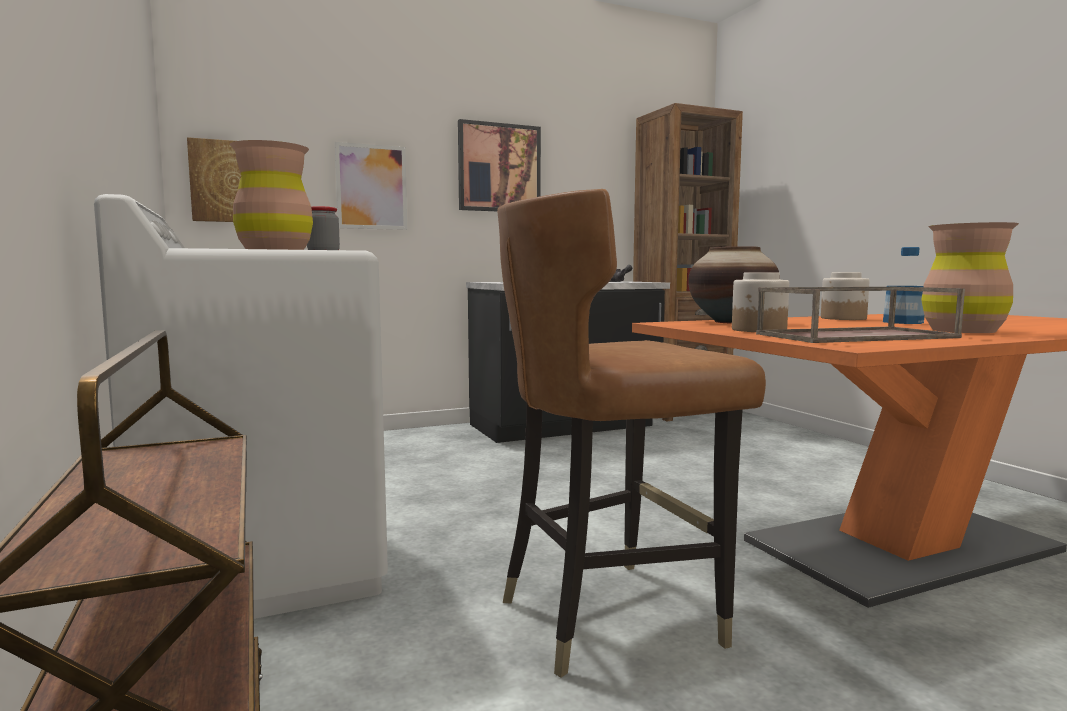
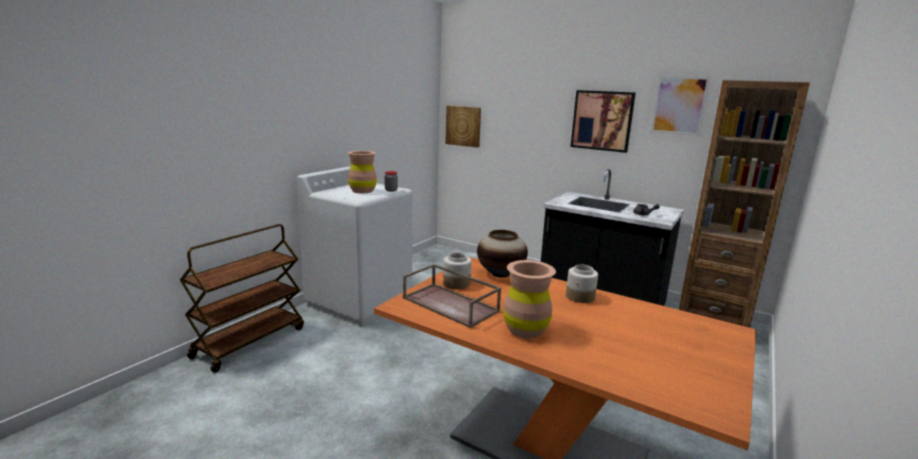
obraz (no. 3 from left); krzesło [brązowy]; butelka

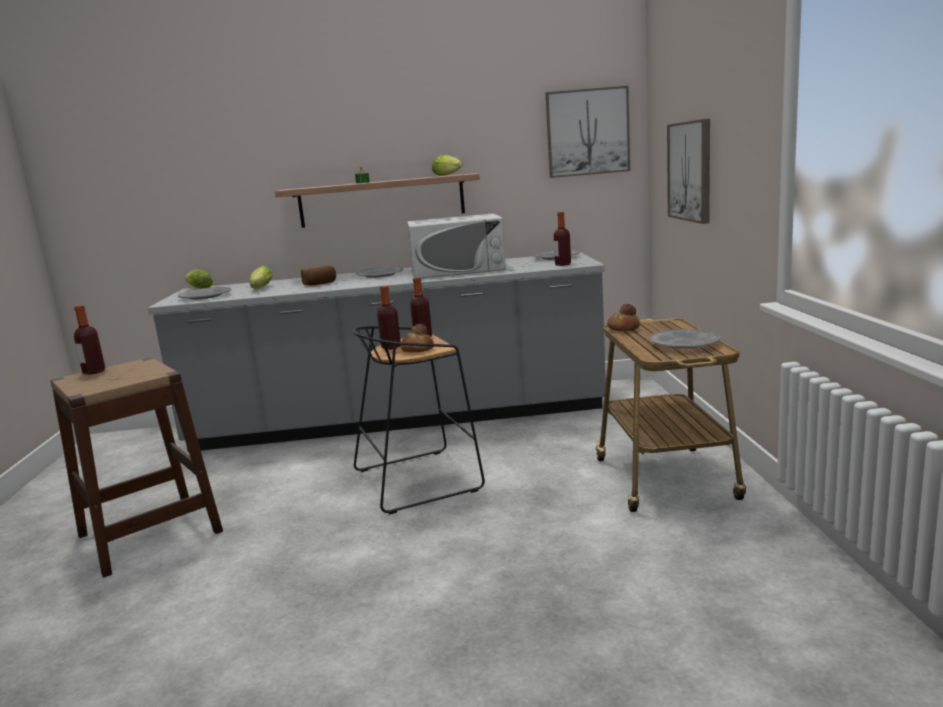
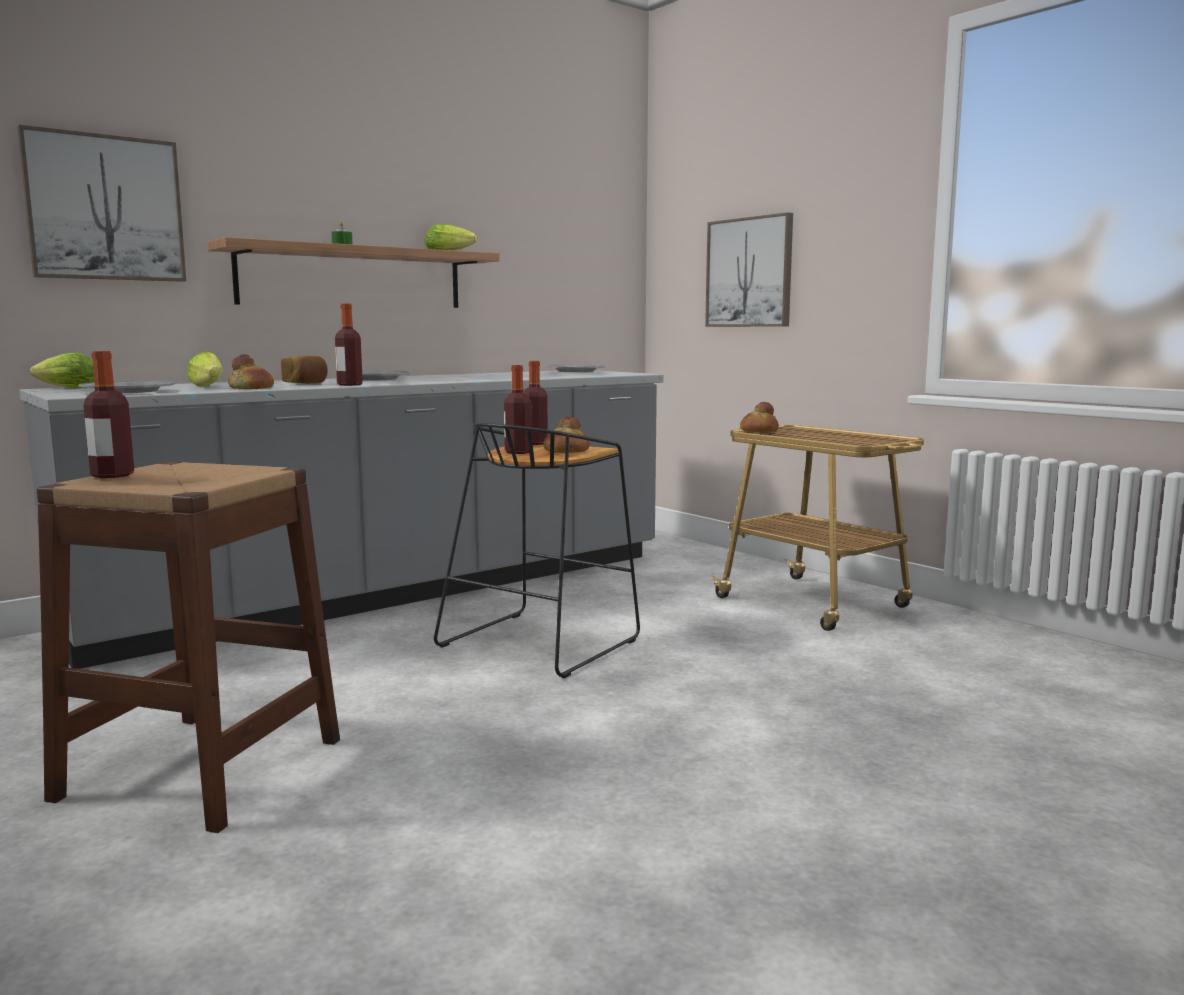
obraz (no. 1 from left); chleb (no. 1 from left); butelka (no. 2 from left); mikrofalówka [biały]; talerz [szary] (no. 4 from left in the first image)

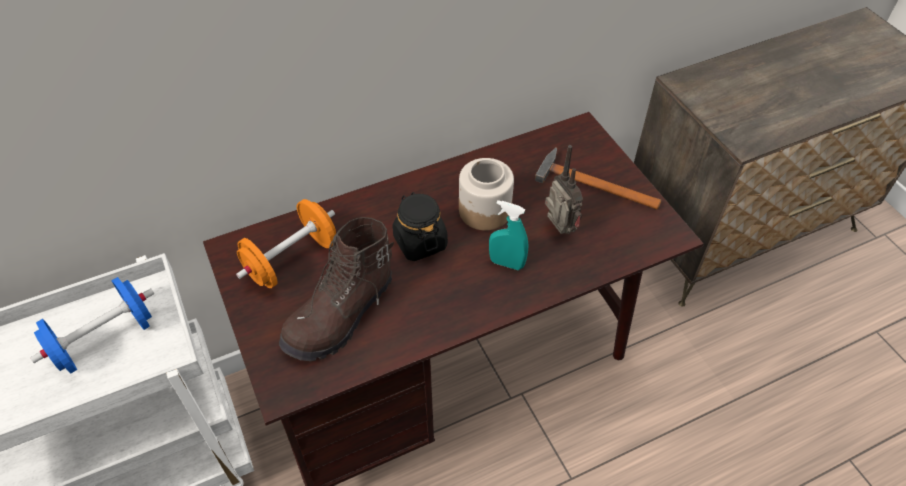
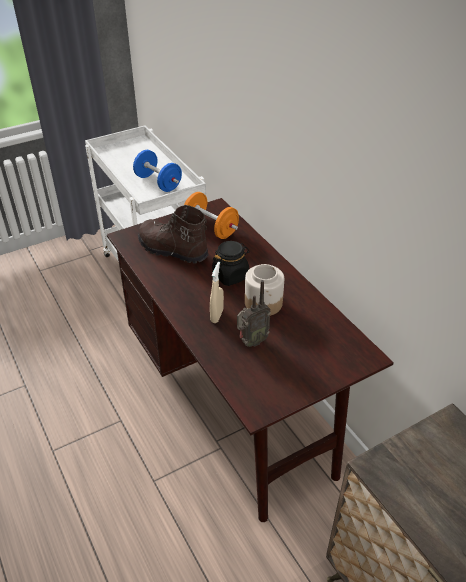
spryskiwacz [beżowy]; młotek

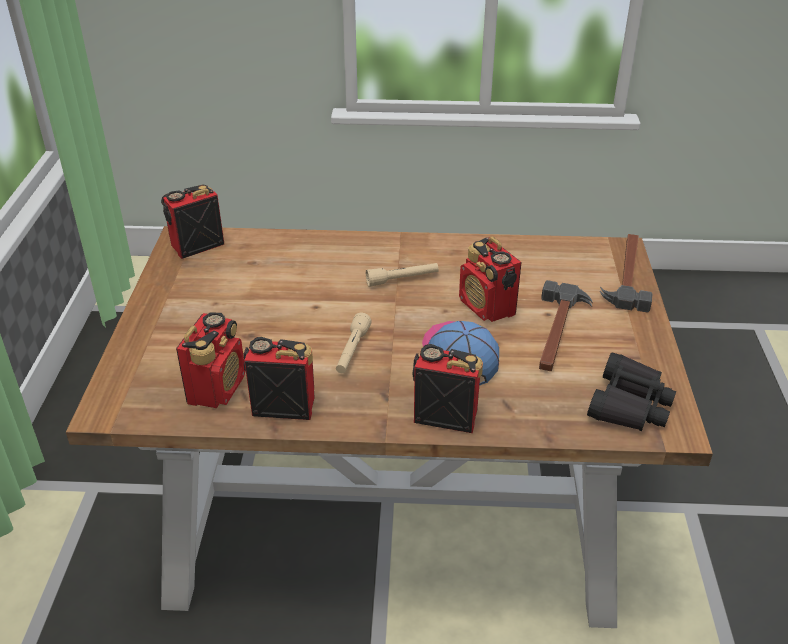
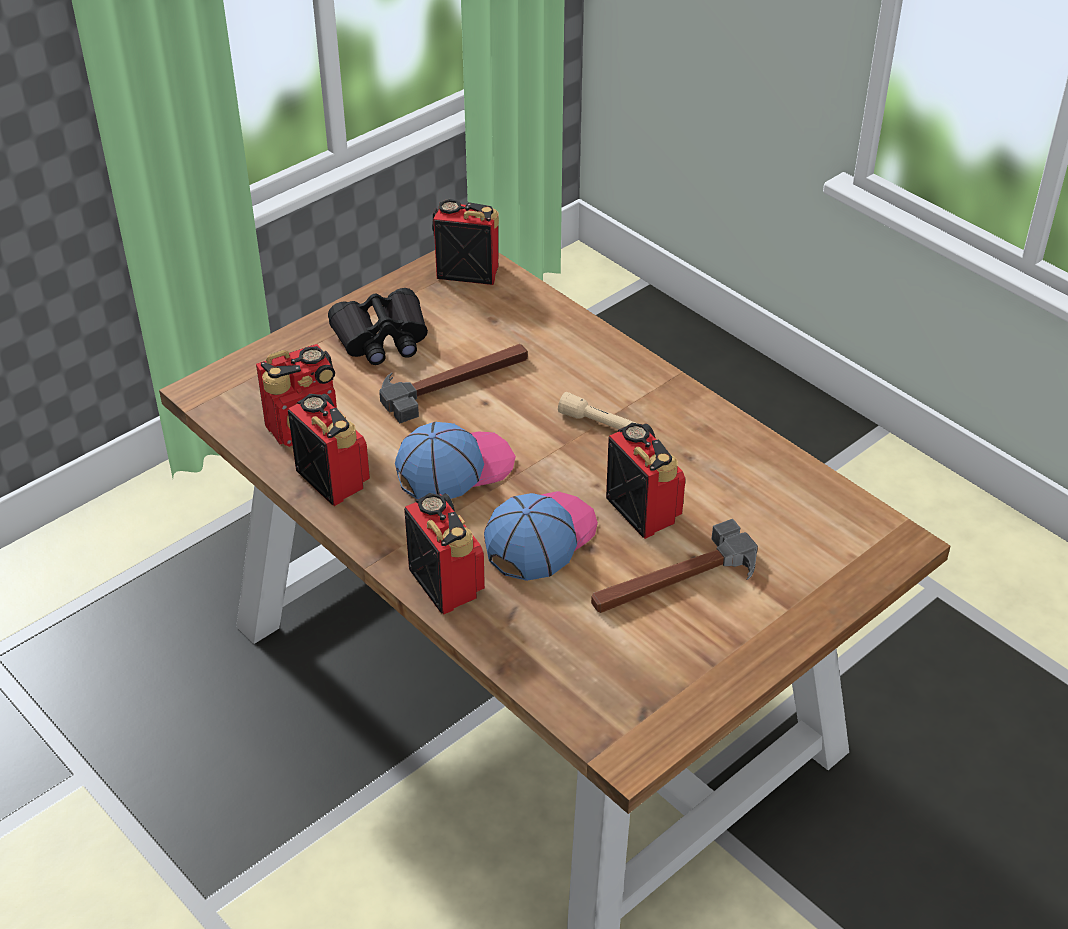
lornetka [czarny]; młotek (no. 1 from left); czapka z daszkiem (no. 1 from left); radio (no. 5 from left)

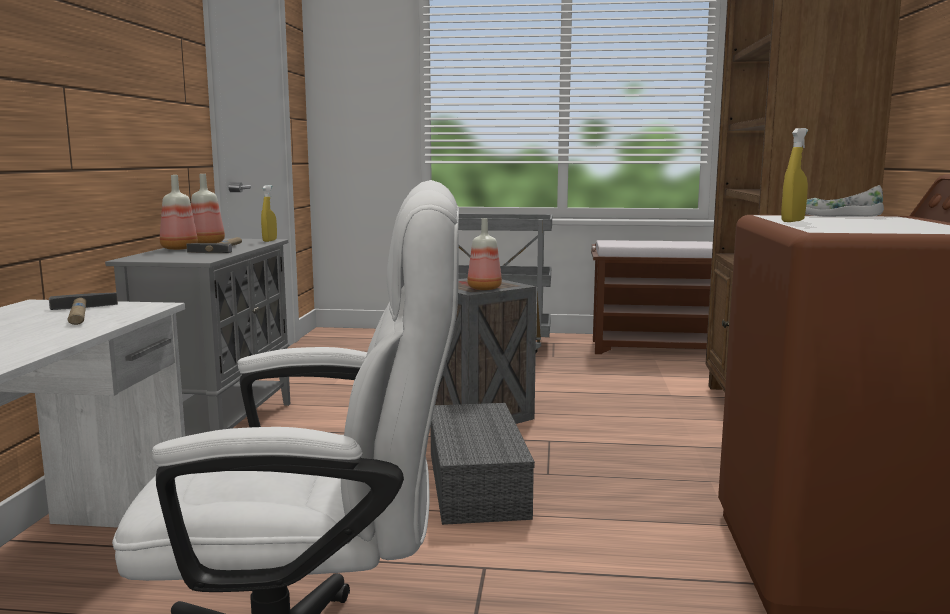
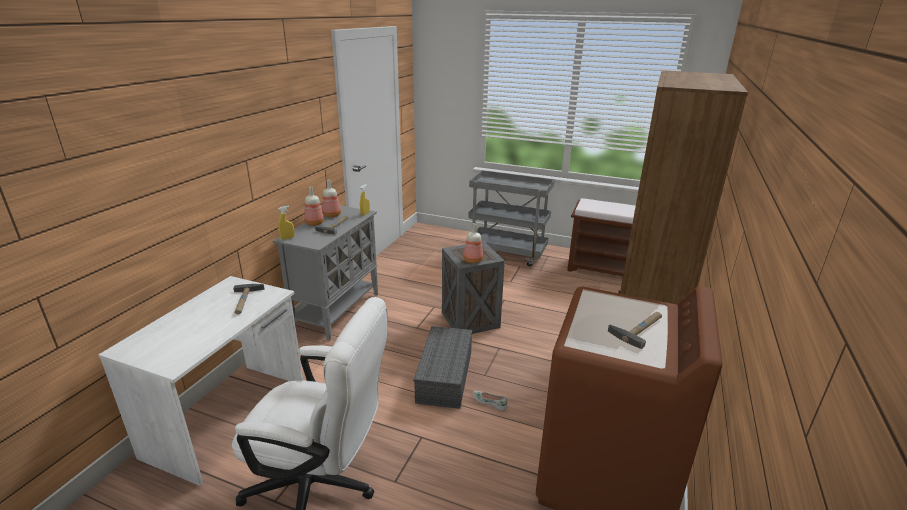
spryskiwacz [żółty] (no. 1 from left); but [biały]; młotek (no. 3 from left)

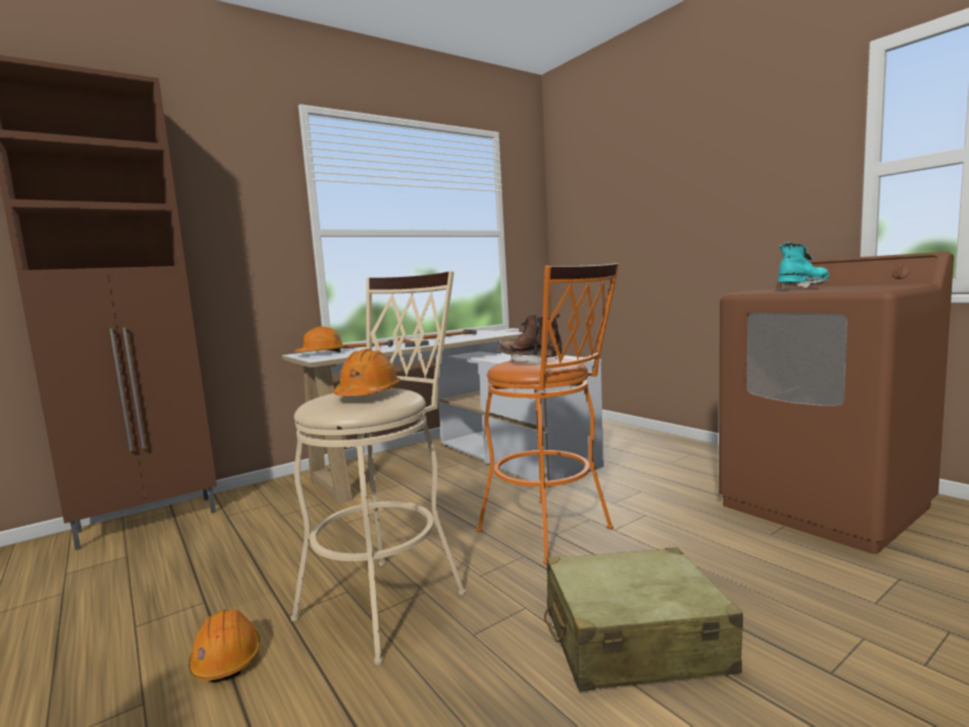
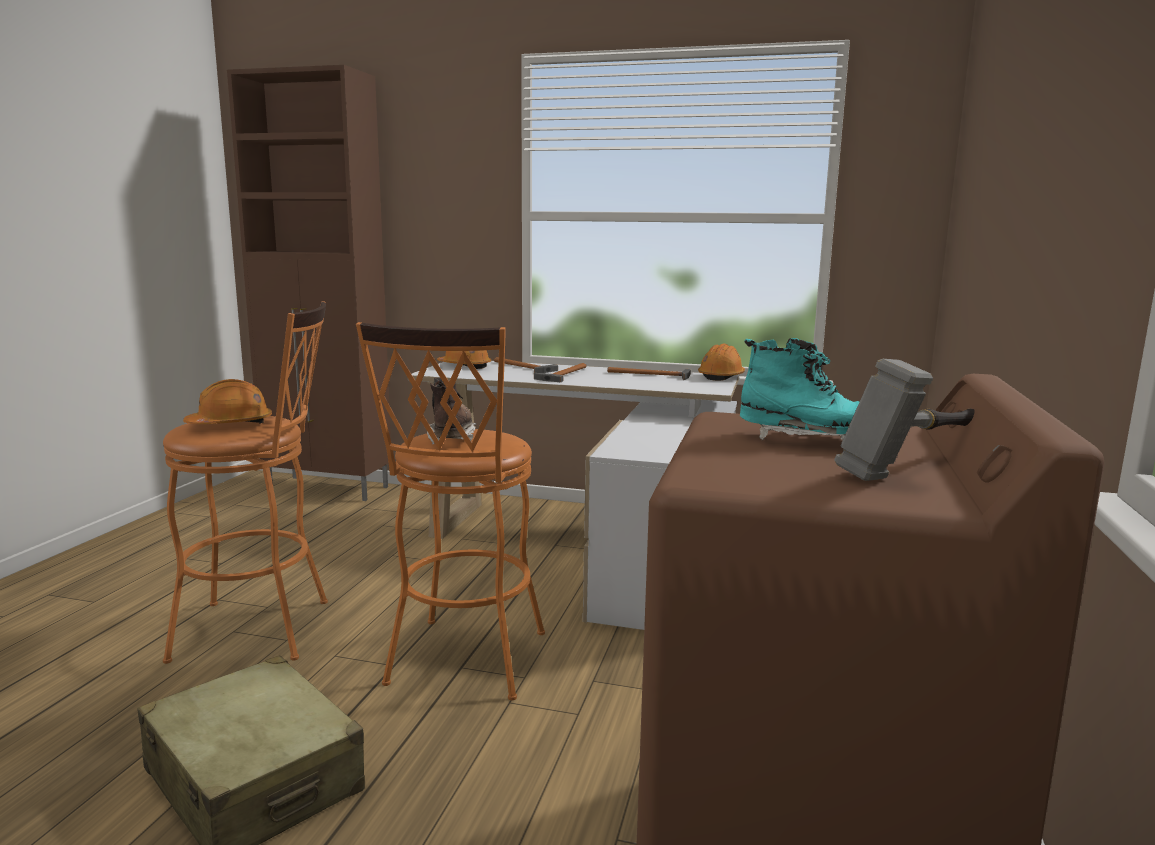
stołek [pomarańczowy] (no. 1 from left); kask [pomarańczowy] (no. 3 from left); młotek (no. 4 from left)

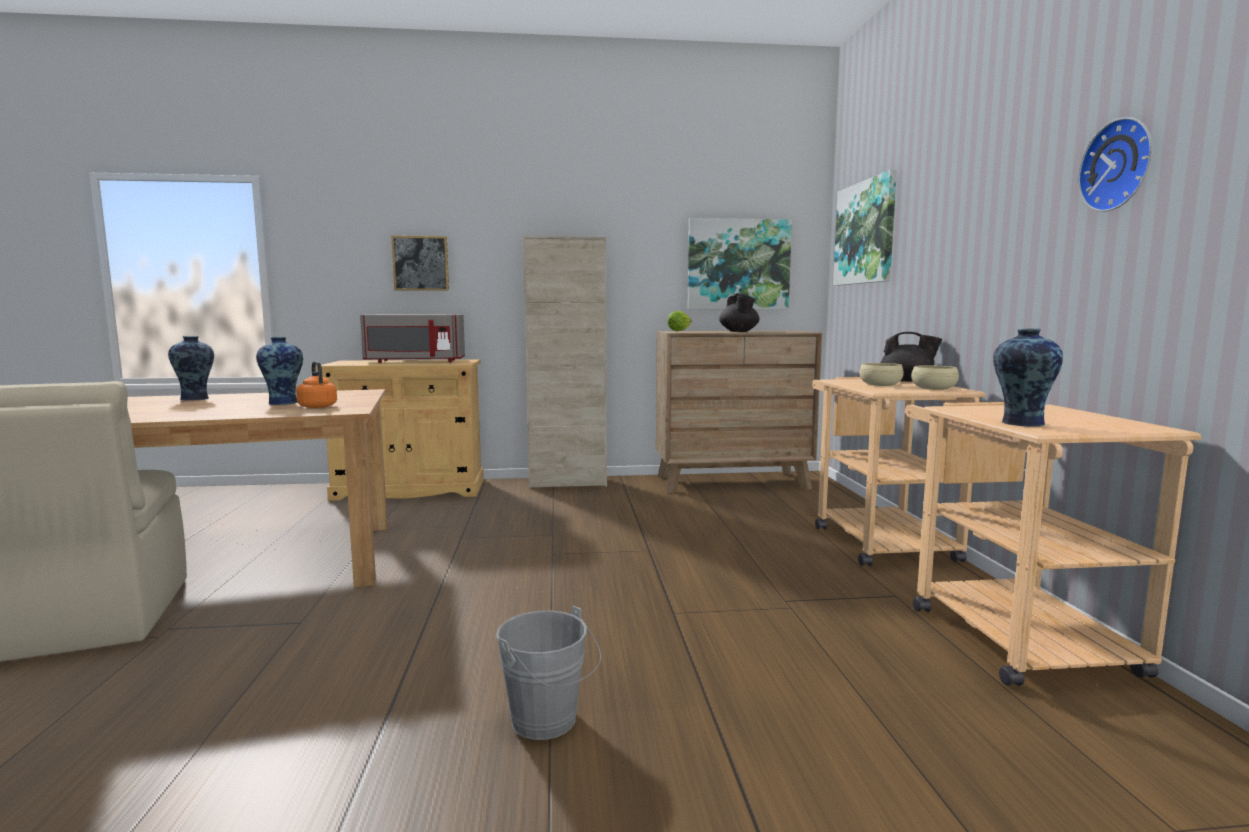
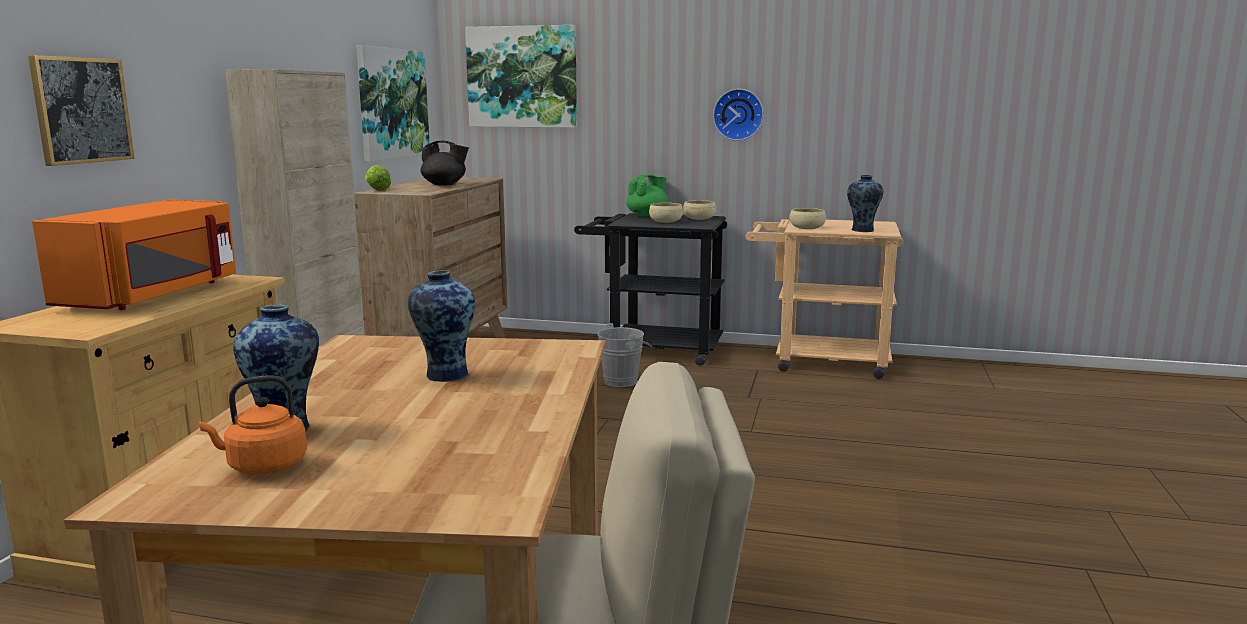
mikrofalówka [pomarańczowy]; czajnik [pomarańczowy]; wózek [czarny]; wiadro [szary]; imbryk [zielony]; zegar ścienny; miska [beżowy] (no. 3 from left)

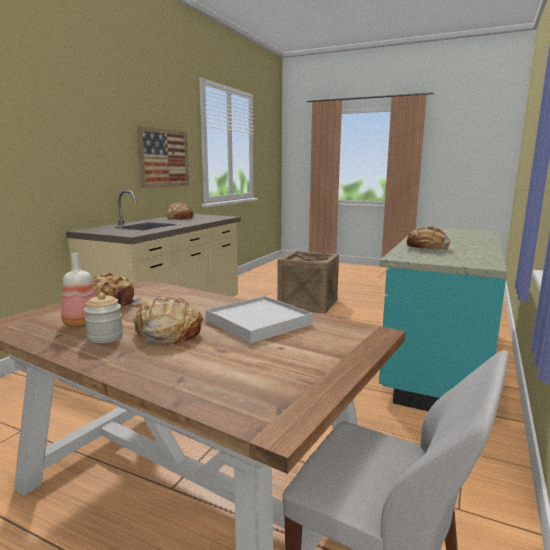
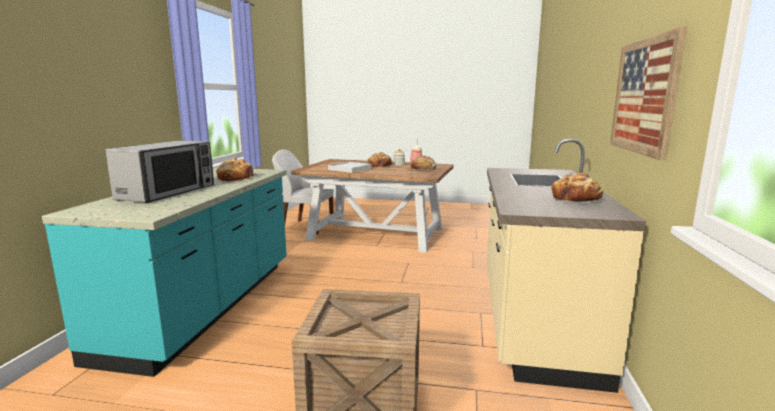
mikrofalówka

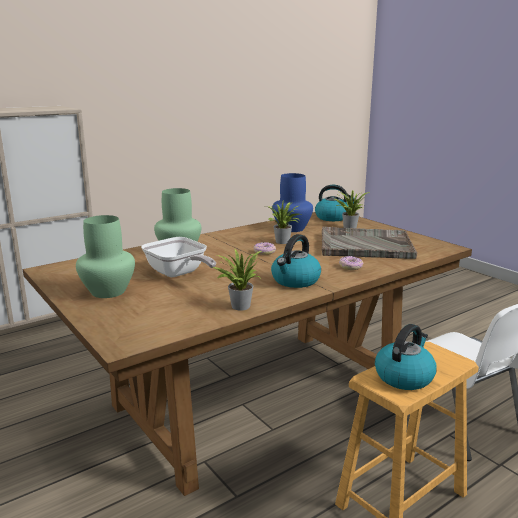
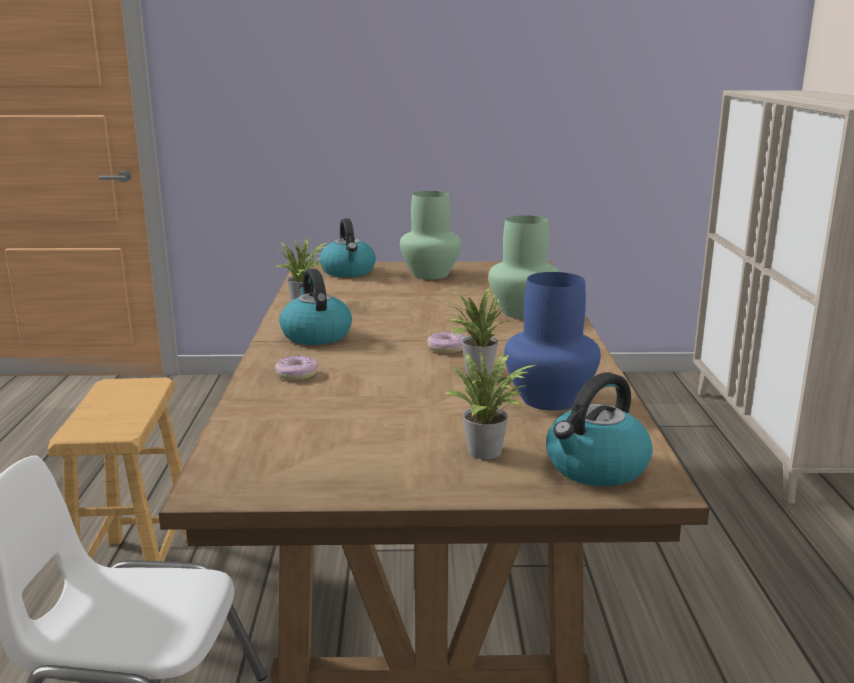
czajnik (no. 2 from left); patelnia; taca [szary]

